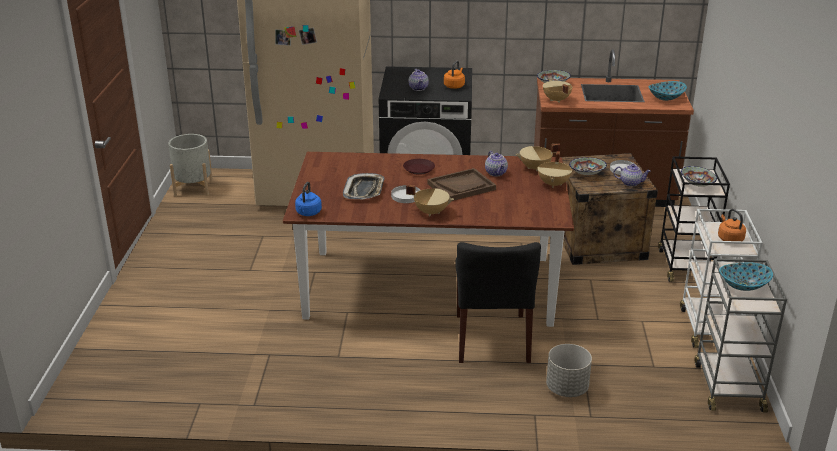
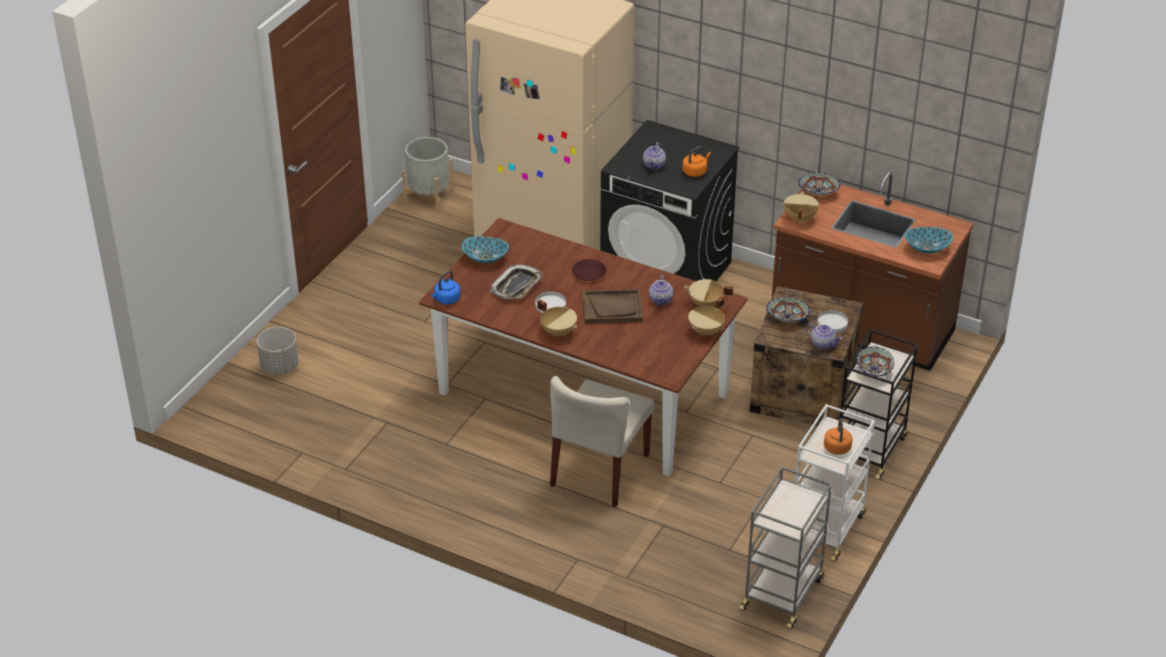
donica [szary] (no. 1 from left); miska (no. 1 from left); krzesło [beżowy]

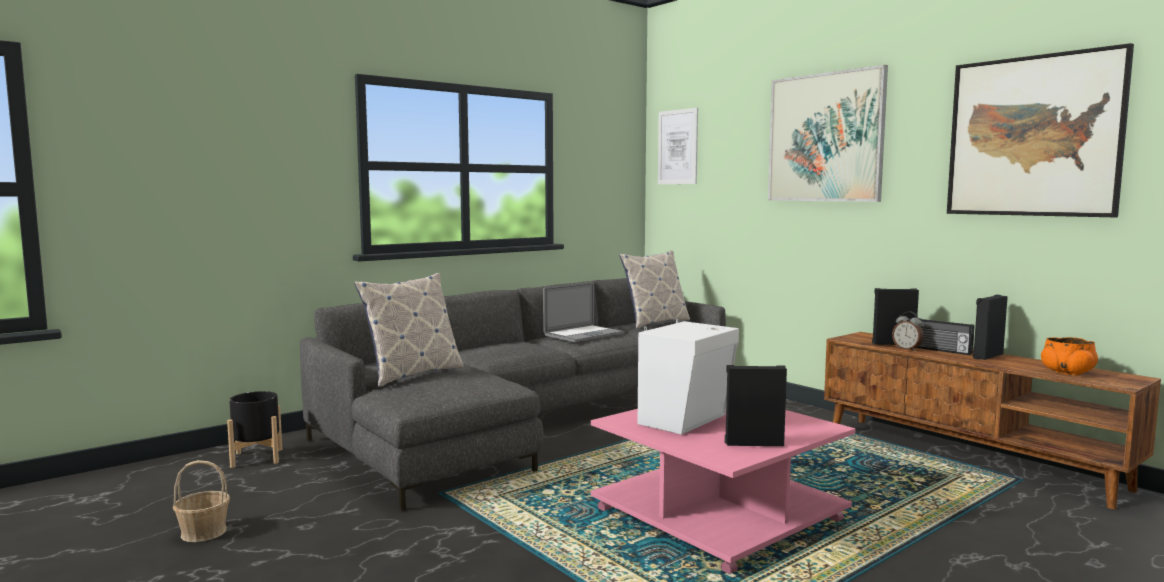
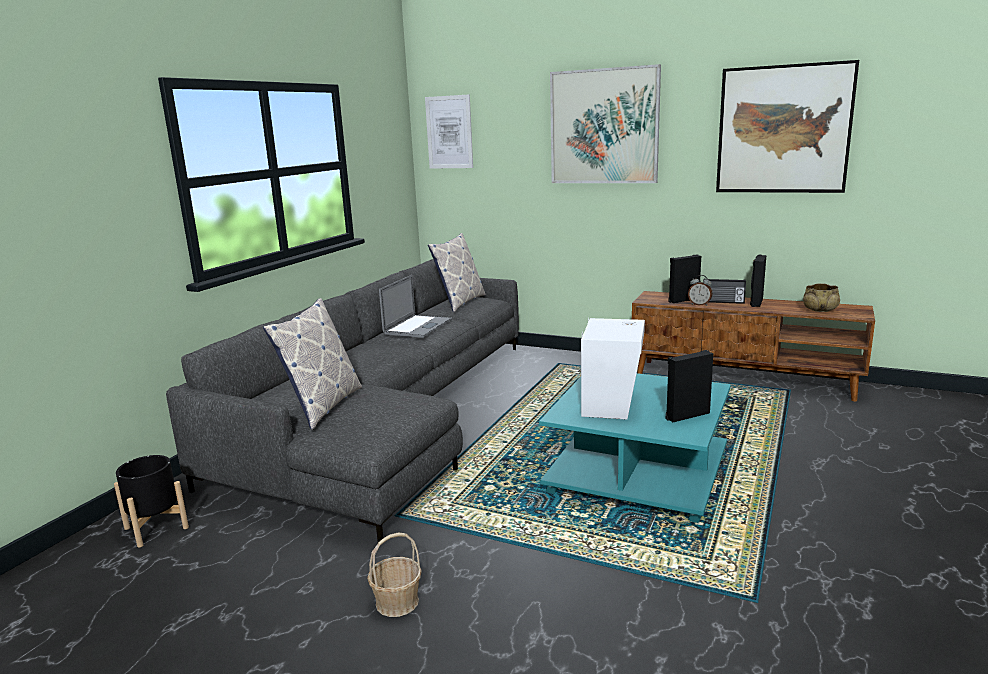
koszyk; ława [turkusowy]; miska [beżowy]

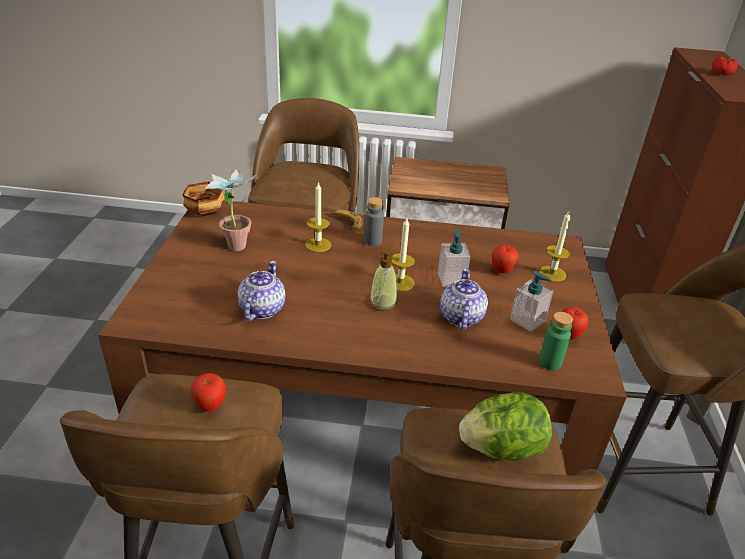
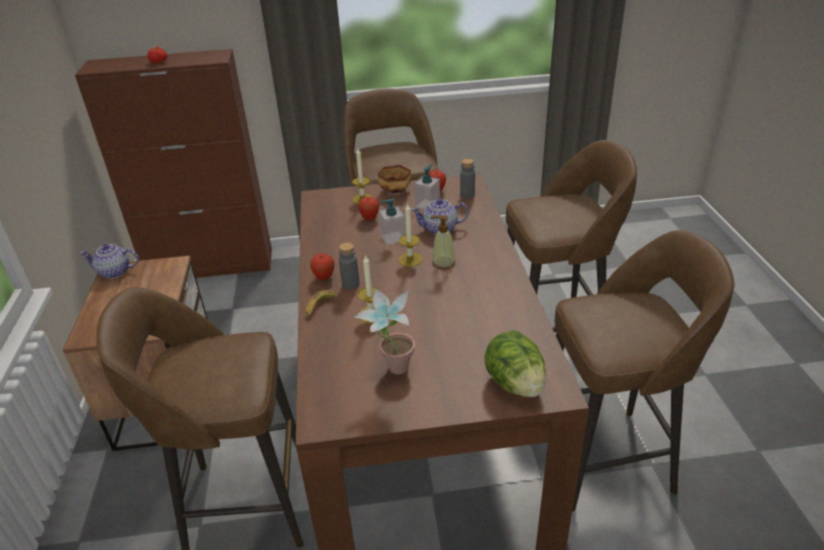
imbryk (no. 1 from left); jabłko (no. 1 from left); miska; butelka [szary] (no. 2 from left); sałata

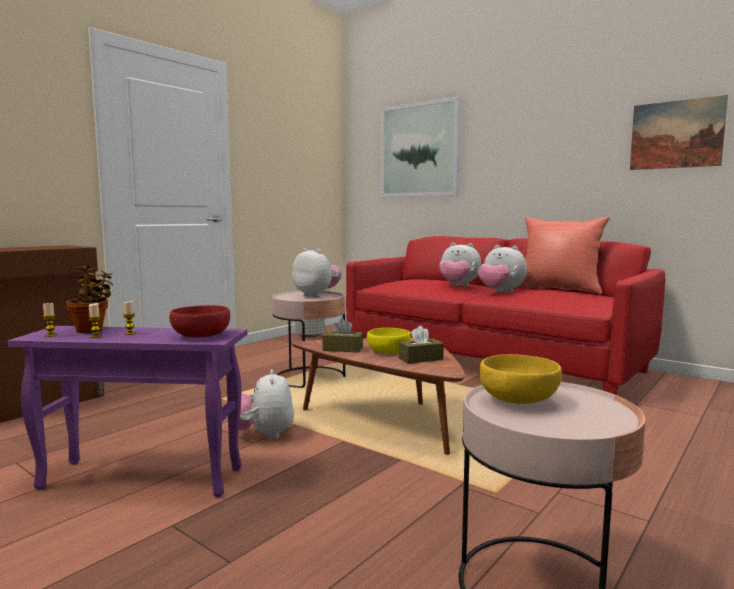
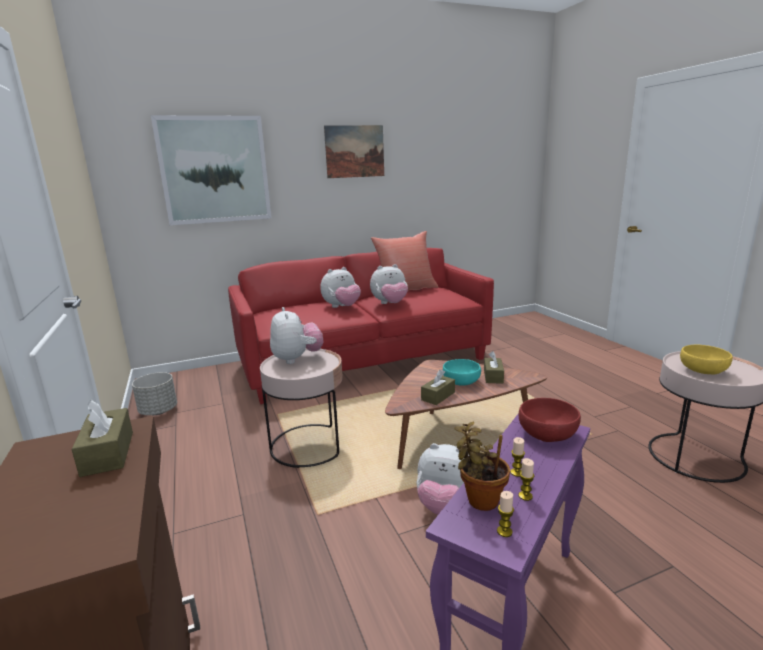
pudełko chusteczek [brązowy] (no. 1 from left); pluszak (no. 1 from left); obraz (no. 2 from left); miska [turkusowy]

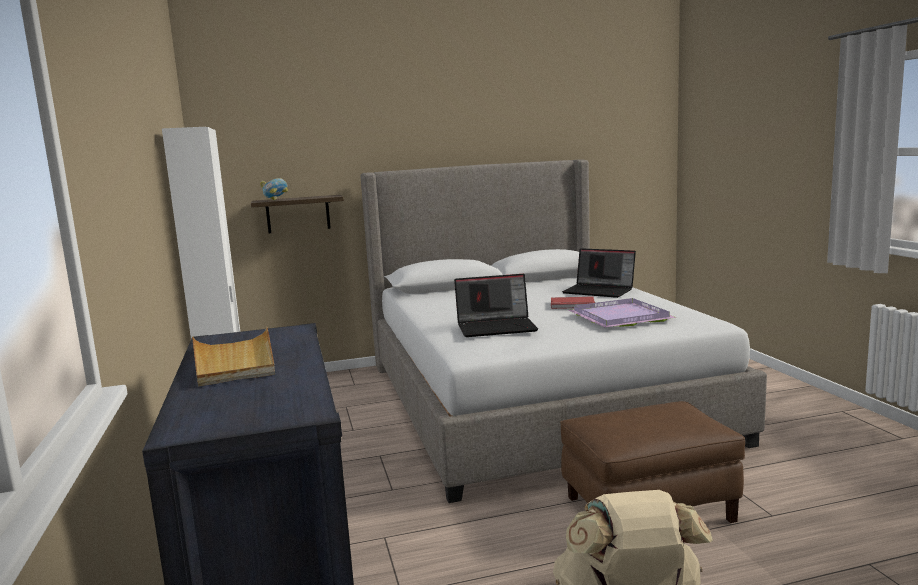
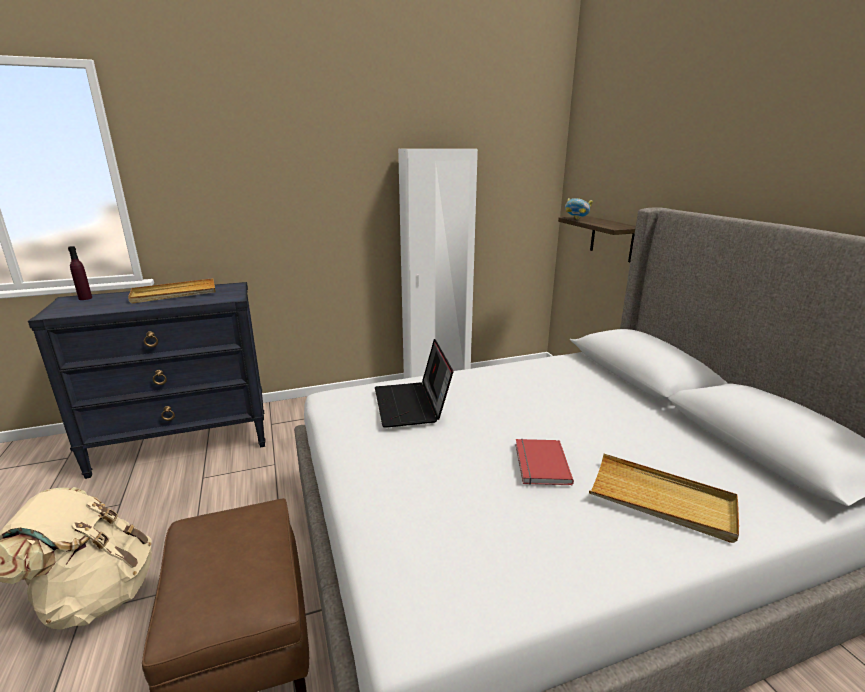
butelka [fioletowy]; taca [beżowy] (no. 2 from left); taca [fioletowy]

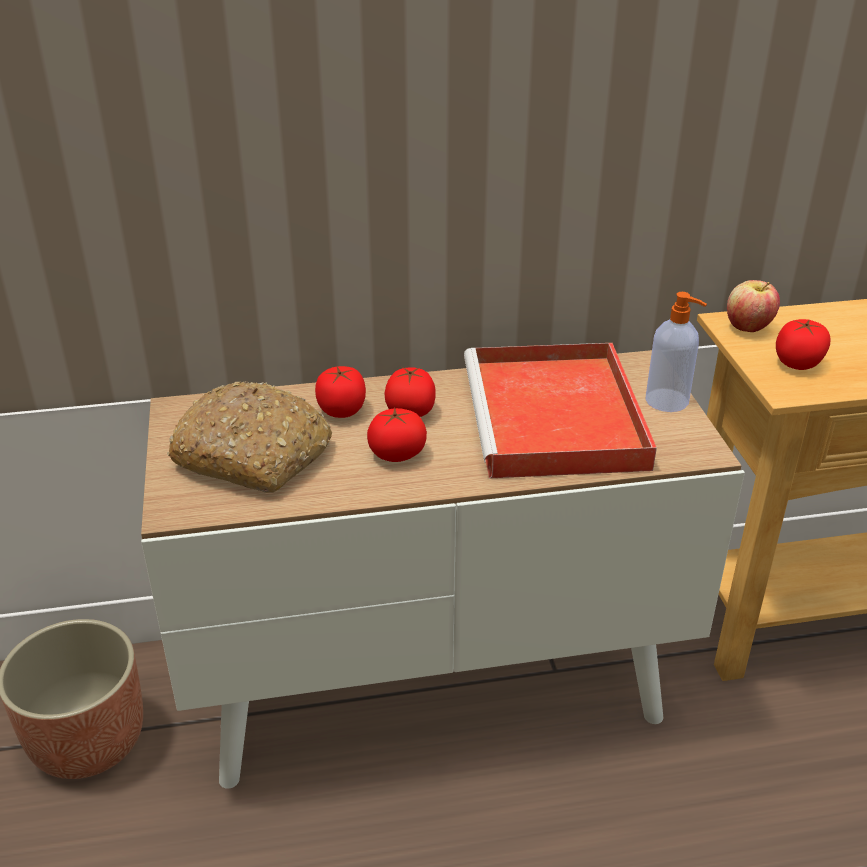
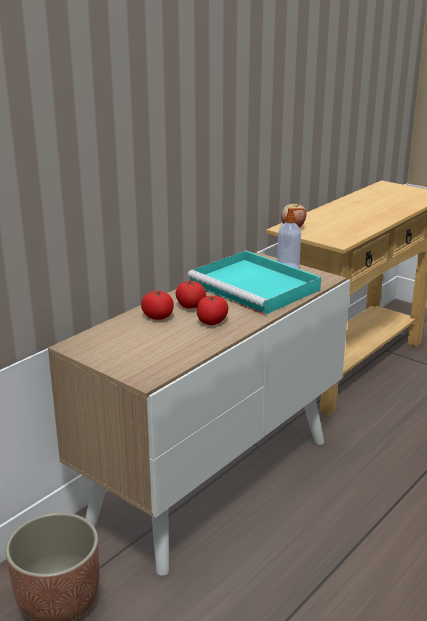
taca [turkusowy]; chleb; pomidor (no. 4 from left in the first image)

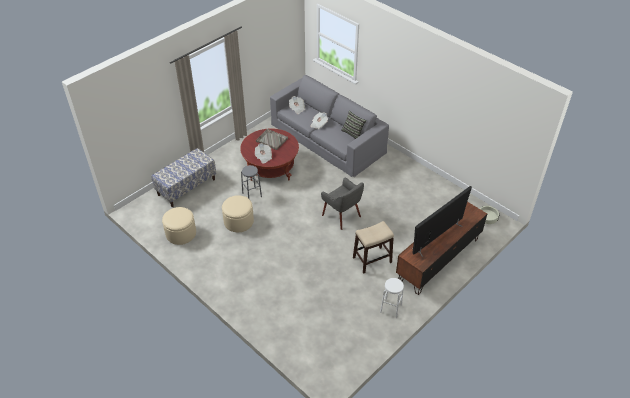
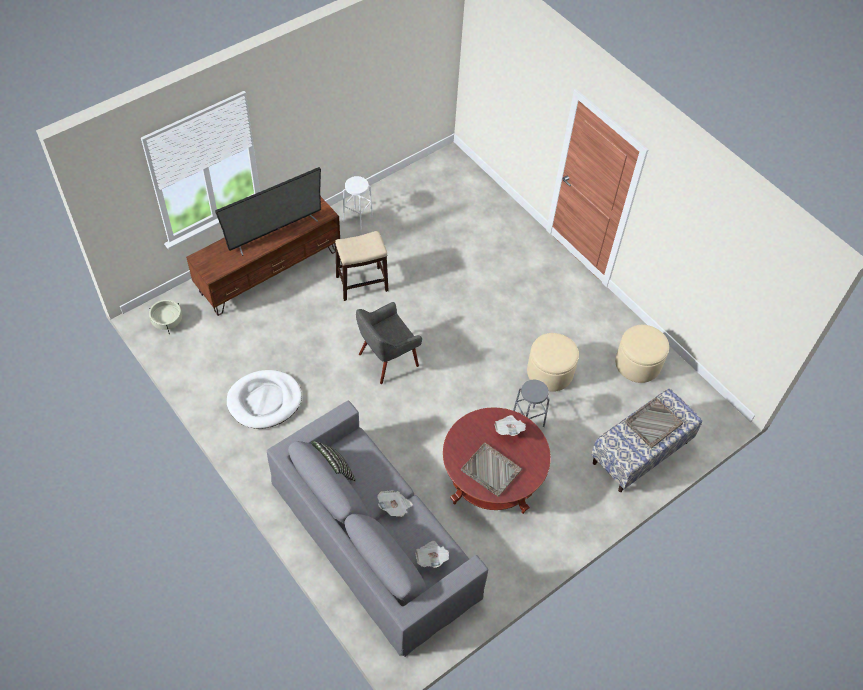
legowisko [biały]; fotel [szary]; taca [szary] (no. 2 from left)

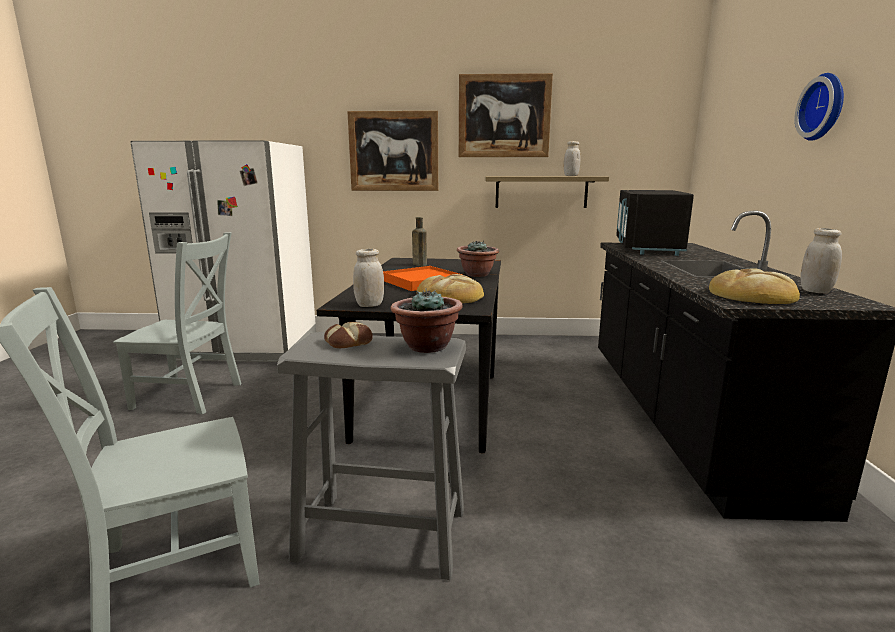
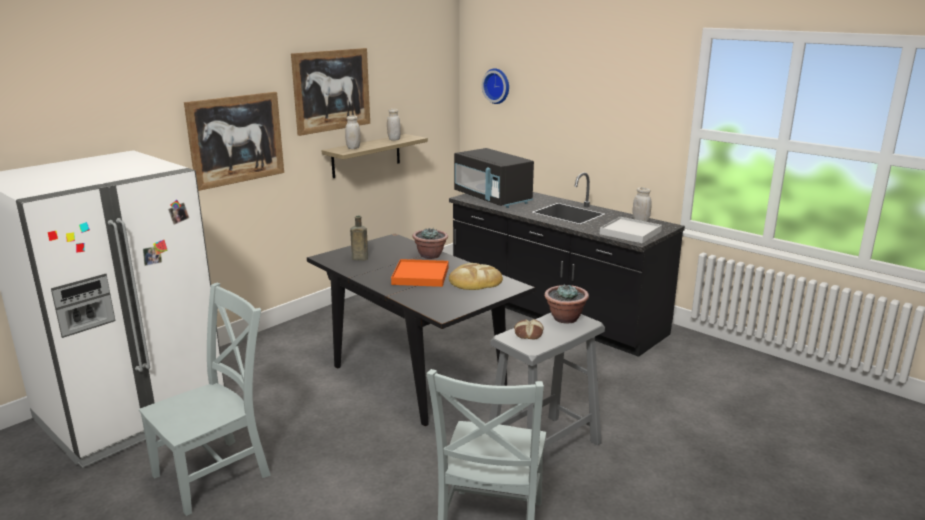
słoik [biały] (no. 1 from left); zegar ścienny; taca [biały]

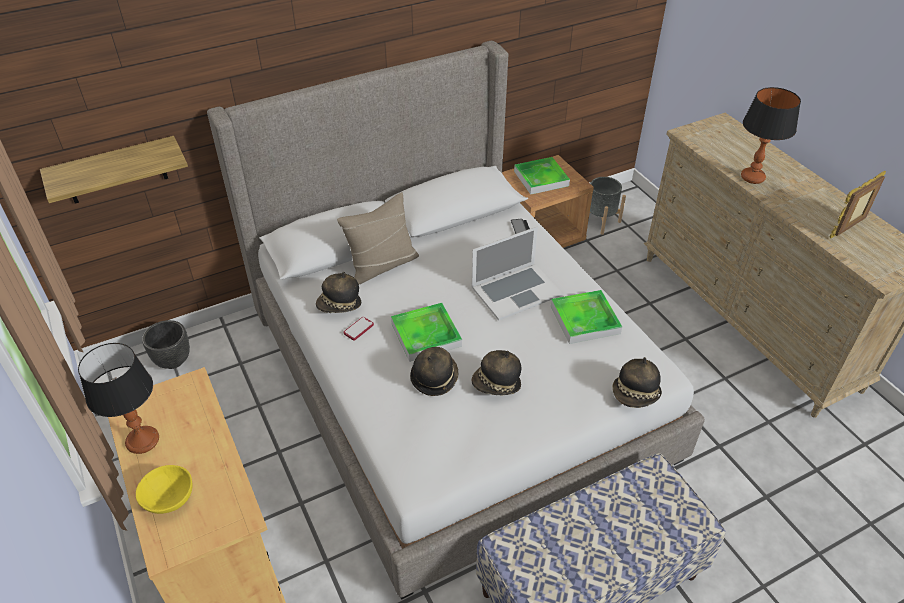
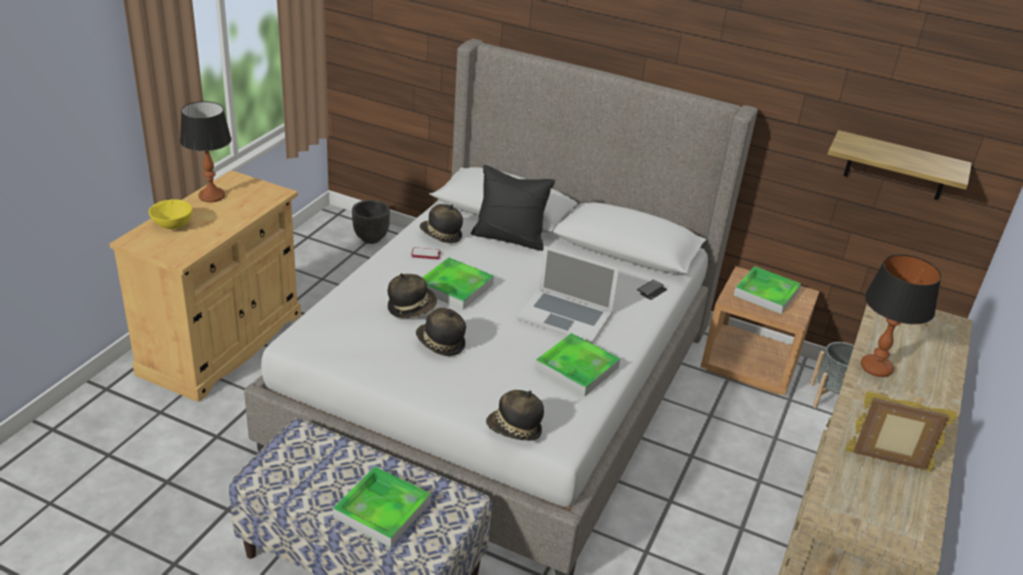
taca (no. 1 from left); poduszka [czarny]; półka

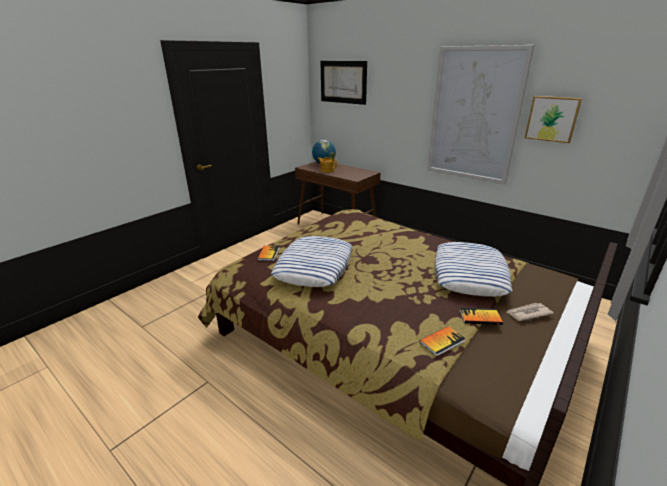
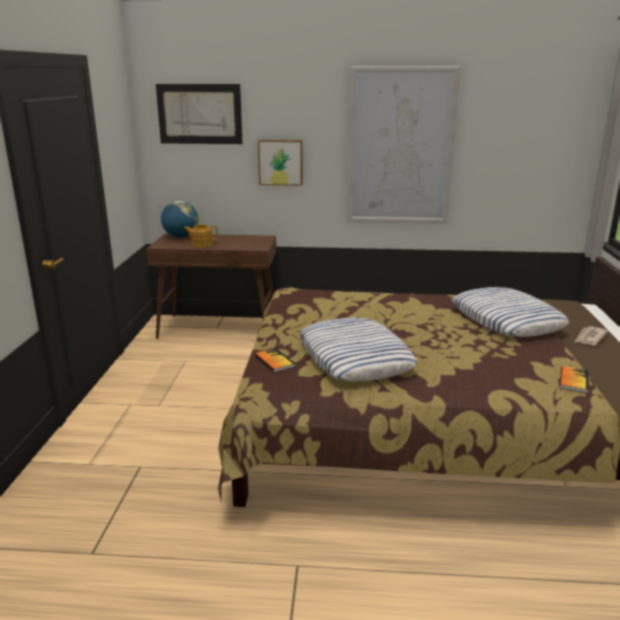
obraz (no. 2 from left); książka (no. 3 from left in the first image)

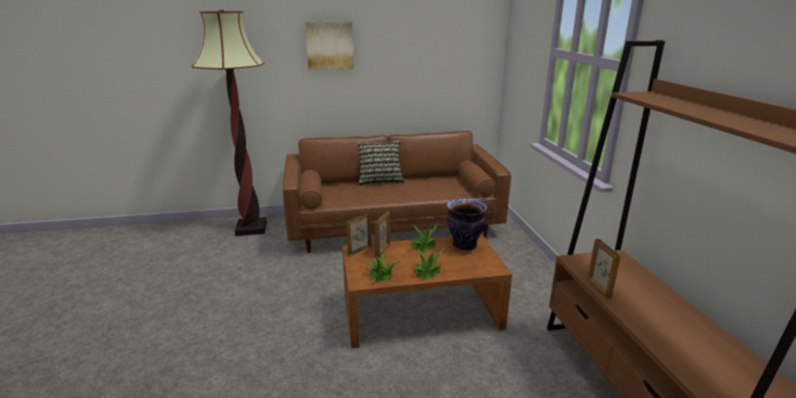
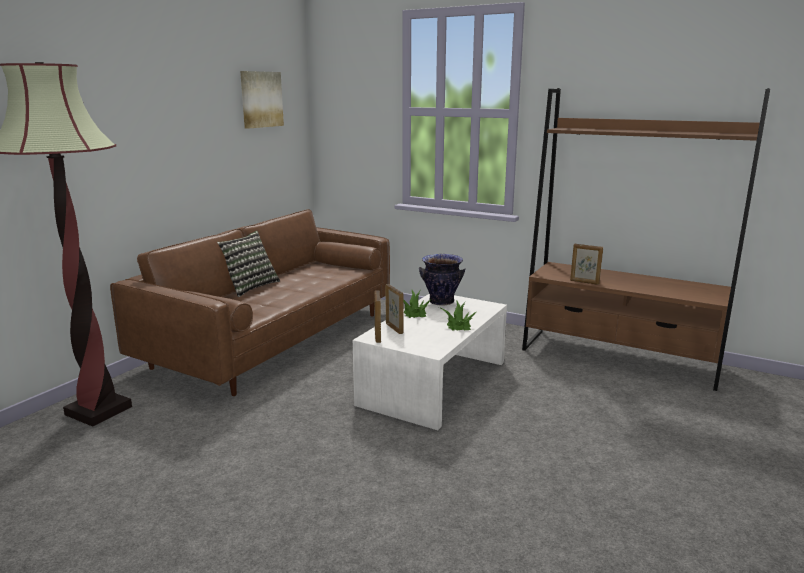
obraz; ława [biały]; roślina doniczkowa (no. 1 from left in the first image)

